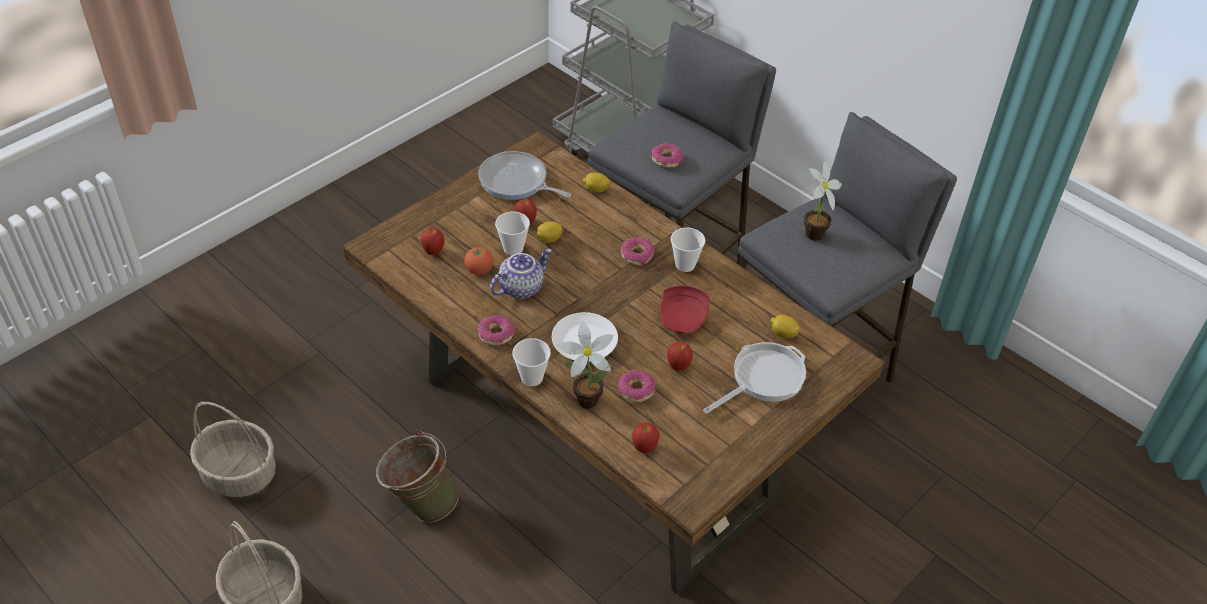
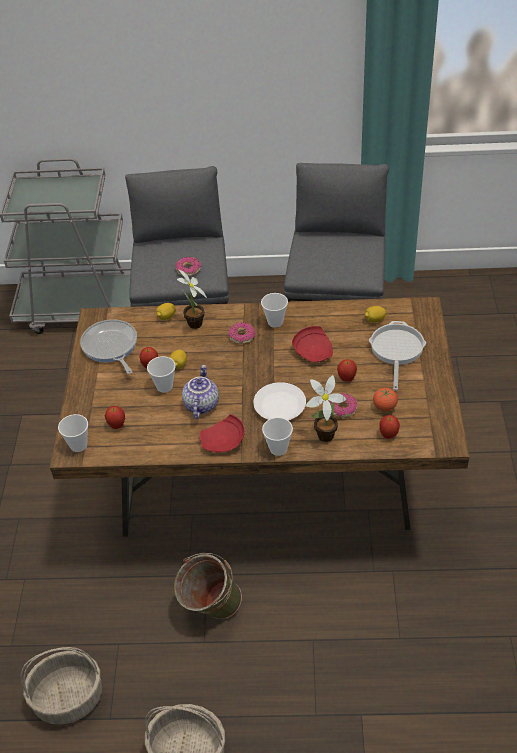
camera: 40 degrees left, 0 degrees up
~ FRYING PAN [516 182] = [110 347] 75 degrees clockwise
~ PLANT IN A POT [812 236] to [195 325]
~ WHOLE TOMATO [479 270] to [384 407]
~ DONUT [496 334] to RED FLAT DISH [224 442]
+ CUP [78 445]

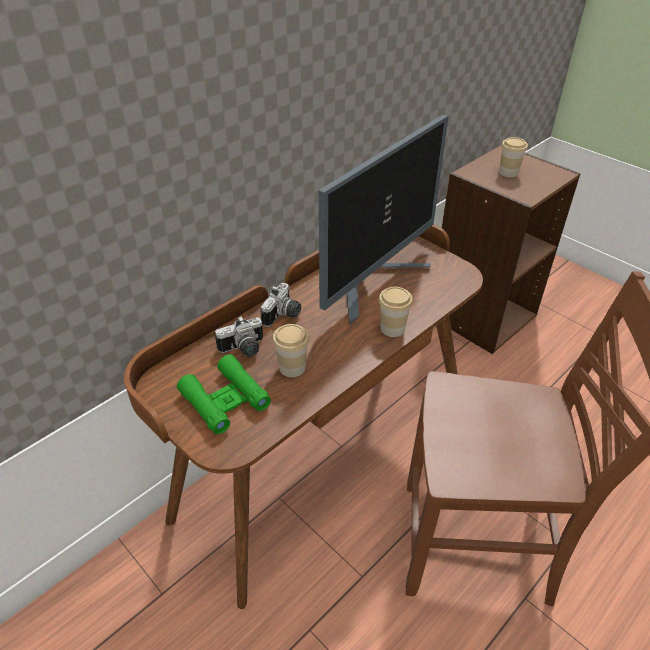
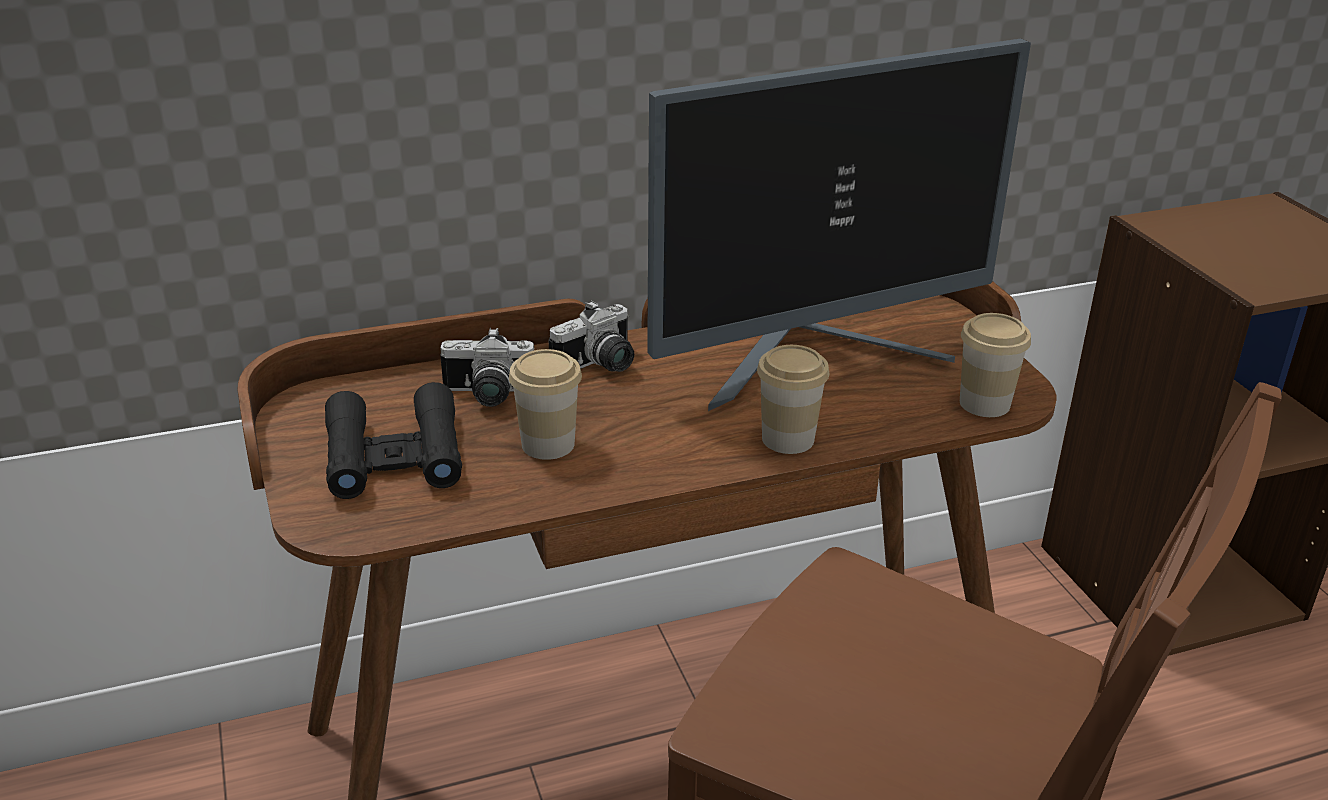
camera: 25 degrees right, 10 degrees down
~ CUP [508 172] to [984 403]
~ GREENISH BINOCULARS [225 400] to BLACK BINOCULARS [394 456]

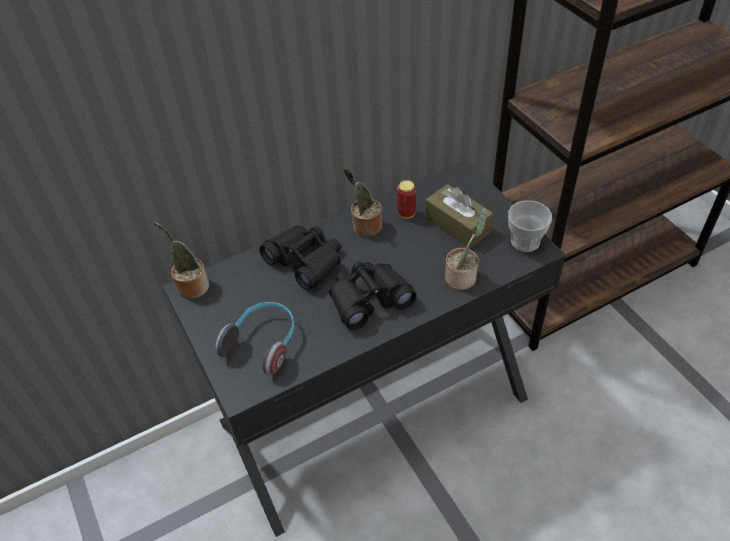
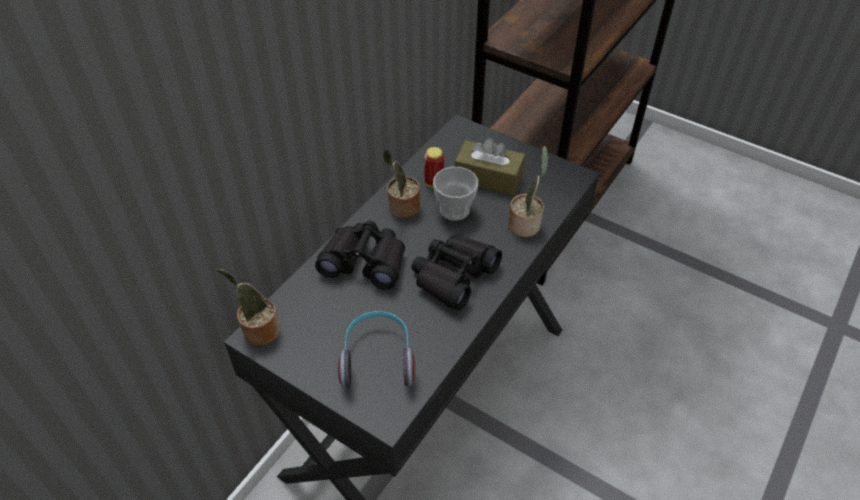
camera: 30 degrees left, 0 degrees up
~ CUP [525 241] to [454 210]

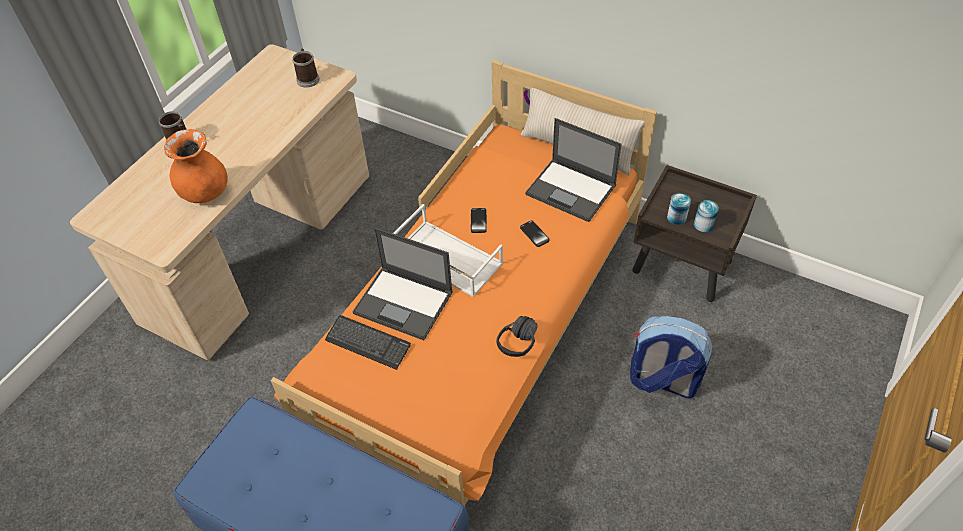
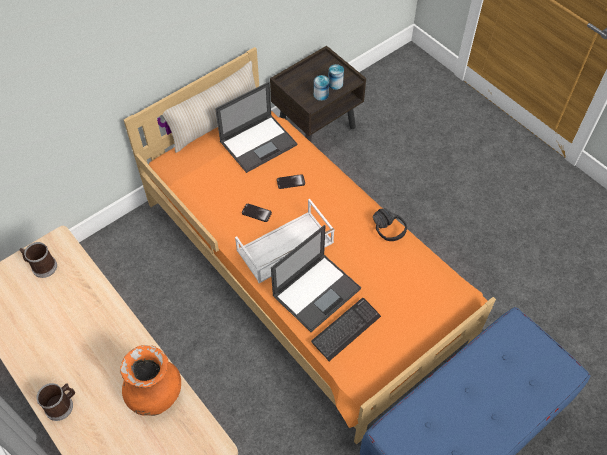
camera: 70 degrees left, 5 degrees up
- RUCKSACK [662 380]

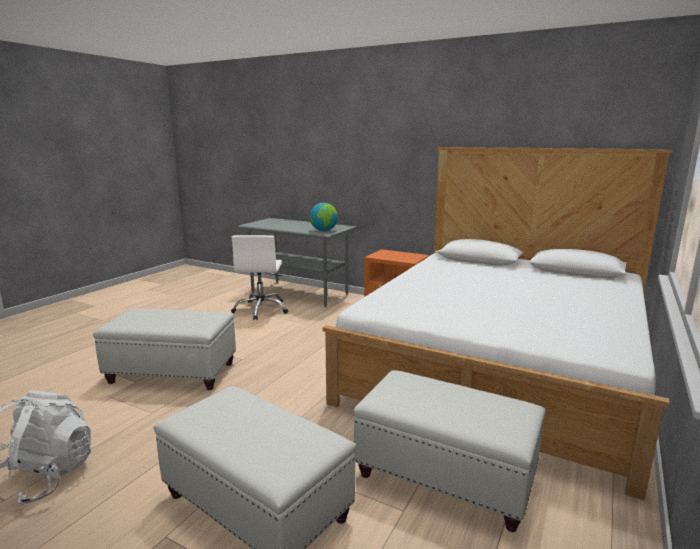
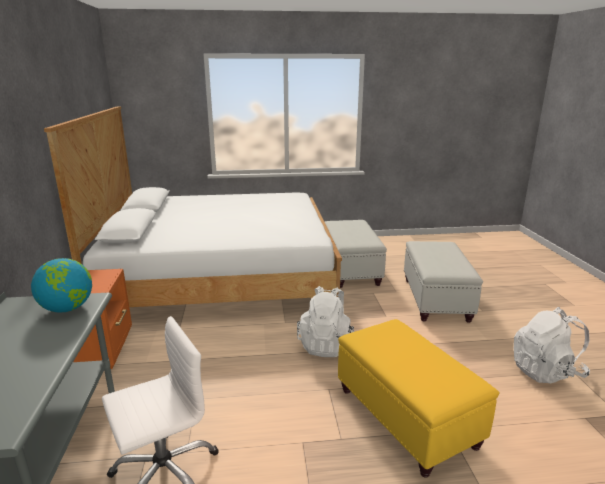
camera: 125 degrees left, 5 degrees up
~ WHITISH OTTOMAN [173 373] to YELLOW OTTOMAN [405 416]
+ WHITISH RUCKSACK [326 345]

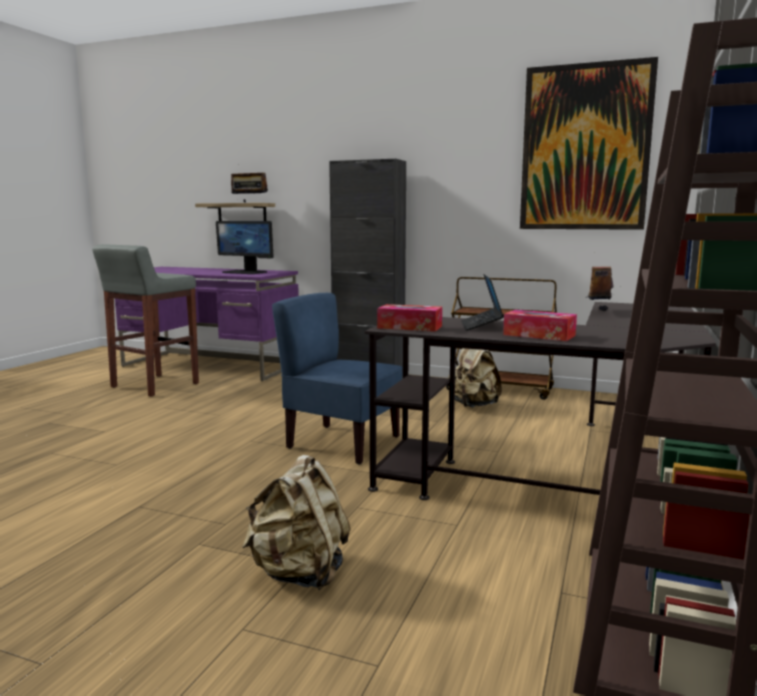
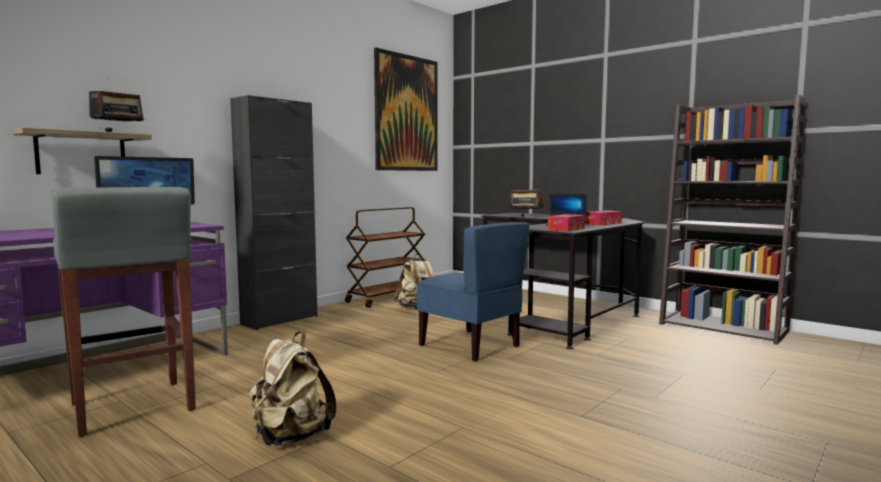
camera: 70 degrees left, 5 degrees down
~ BLUISH CHAIR [342 443] = [470 346] 90 degrees counterclockwise
~ SAND-COLOURED RUCKSACK [300 573] to [290 437]

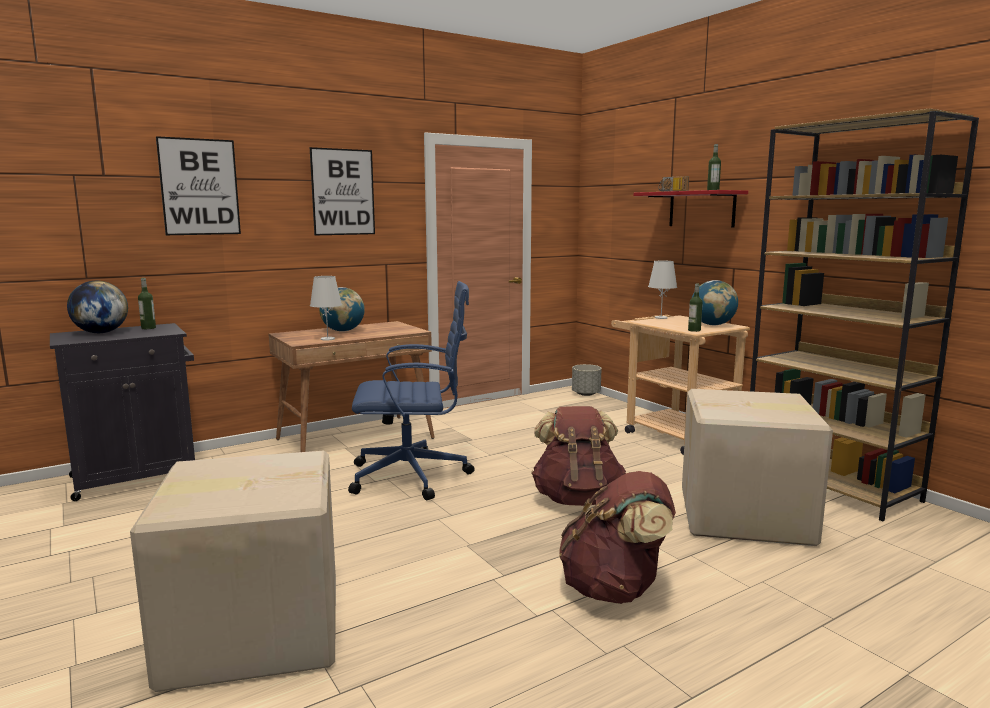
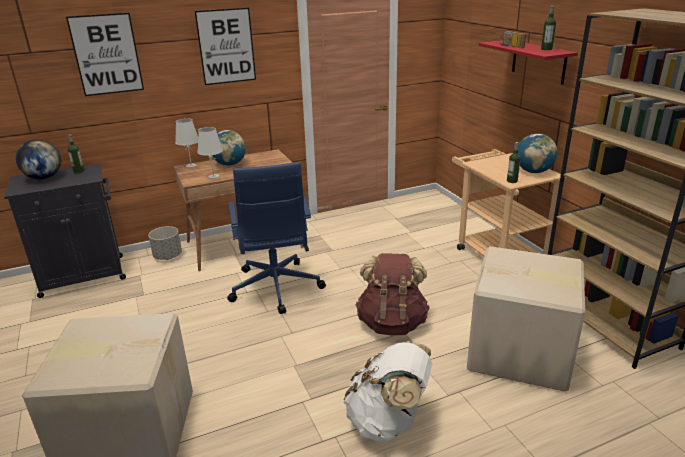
camera: 10 degrees right, 15 degrees up
~ WHITISH TABLE LAMP [661 317] to [191 166]
~ BLUISH OFFICE CHAIR [413 476] = [276 288] 75 degrees clockwise
~ GREY FLOWER POT [585 394] to [168 256]
~ BROWN RUCKSACK [615 589] to WHITISH RUCKSACK [388 421]

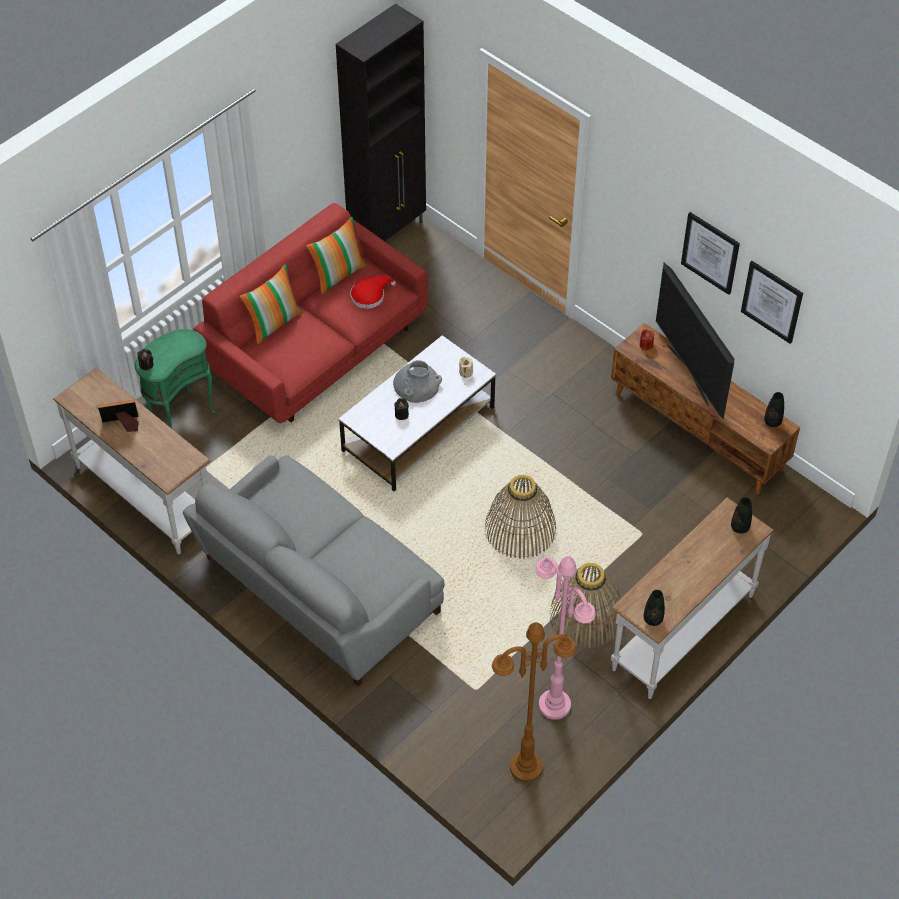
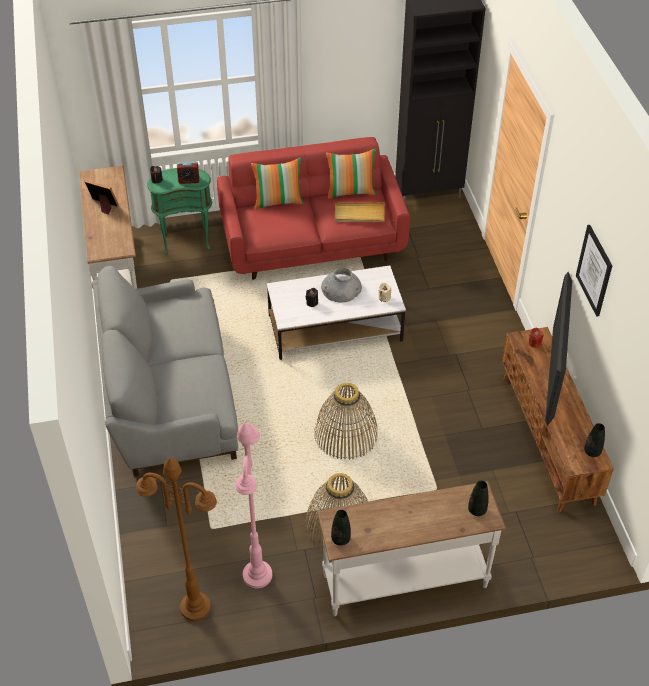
camera: 35 degrees right, 5 degrees down
- PICTURE [772 301]
~ RED HAT [370 295] to SAND-COLOURED CARRYING TRAY [359 214]
+ ALARM CLOCK [189 180]

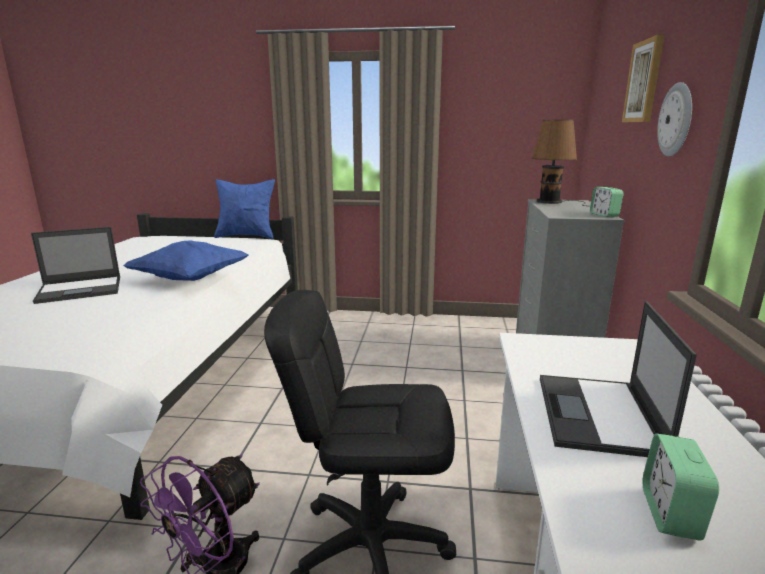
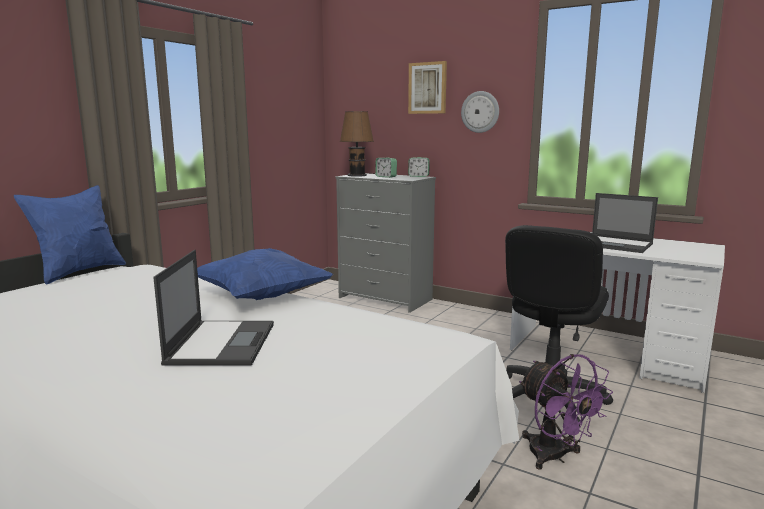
camera: 65 degrees left, 5 degrees down
~ ALARM CLOCK [670 513] to [386 177]

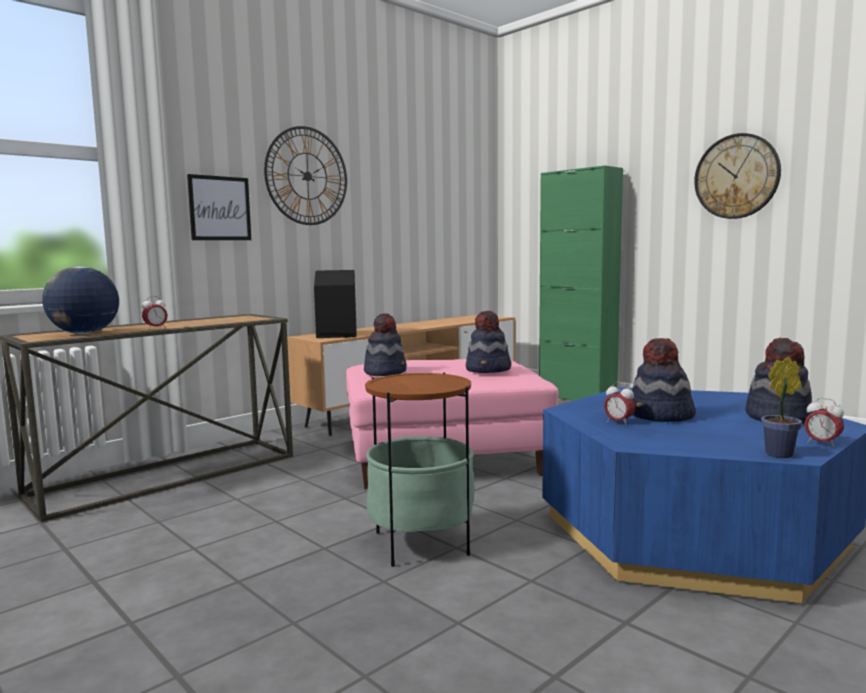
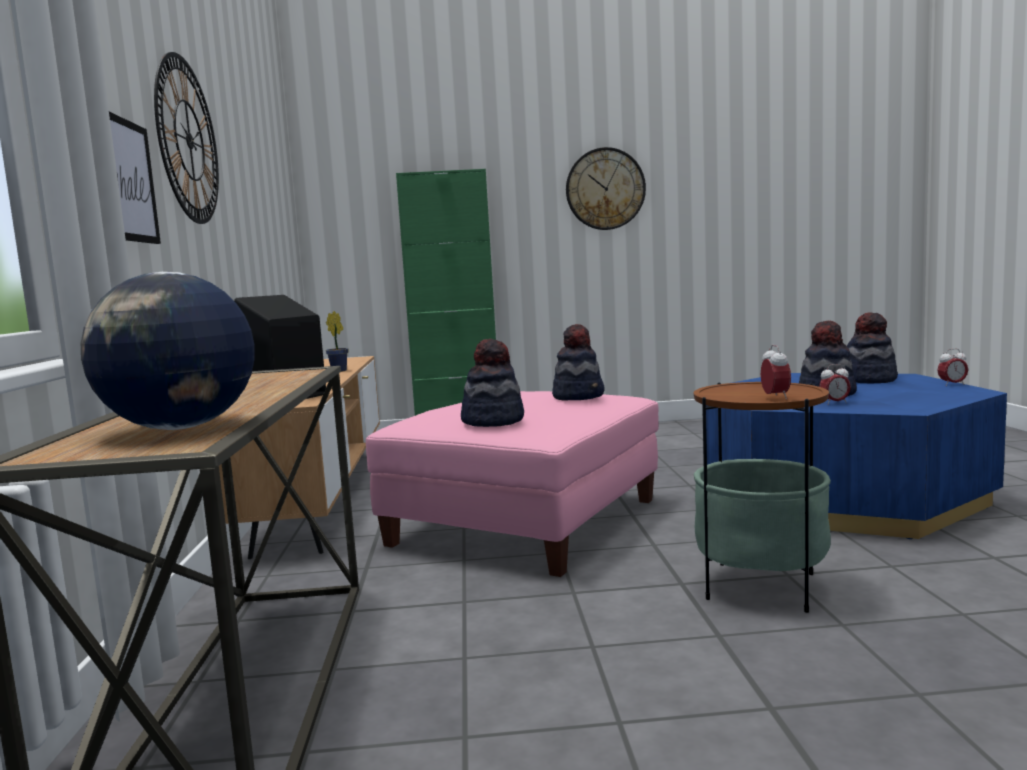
camera: 50 degrees left, 0 degrees up
~ ALARM CLOCK [155 328] to [775 397]
~ PLANT IN A POT [782 454] to [340 370]

